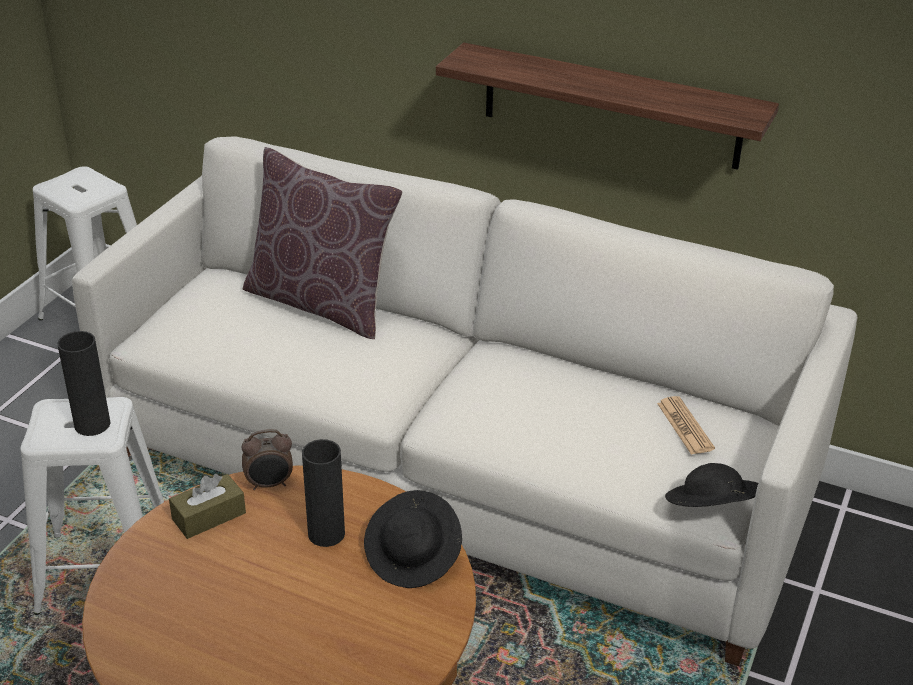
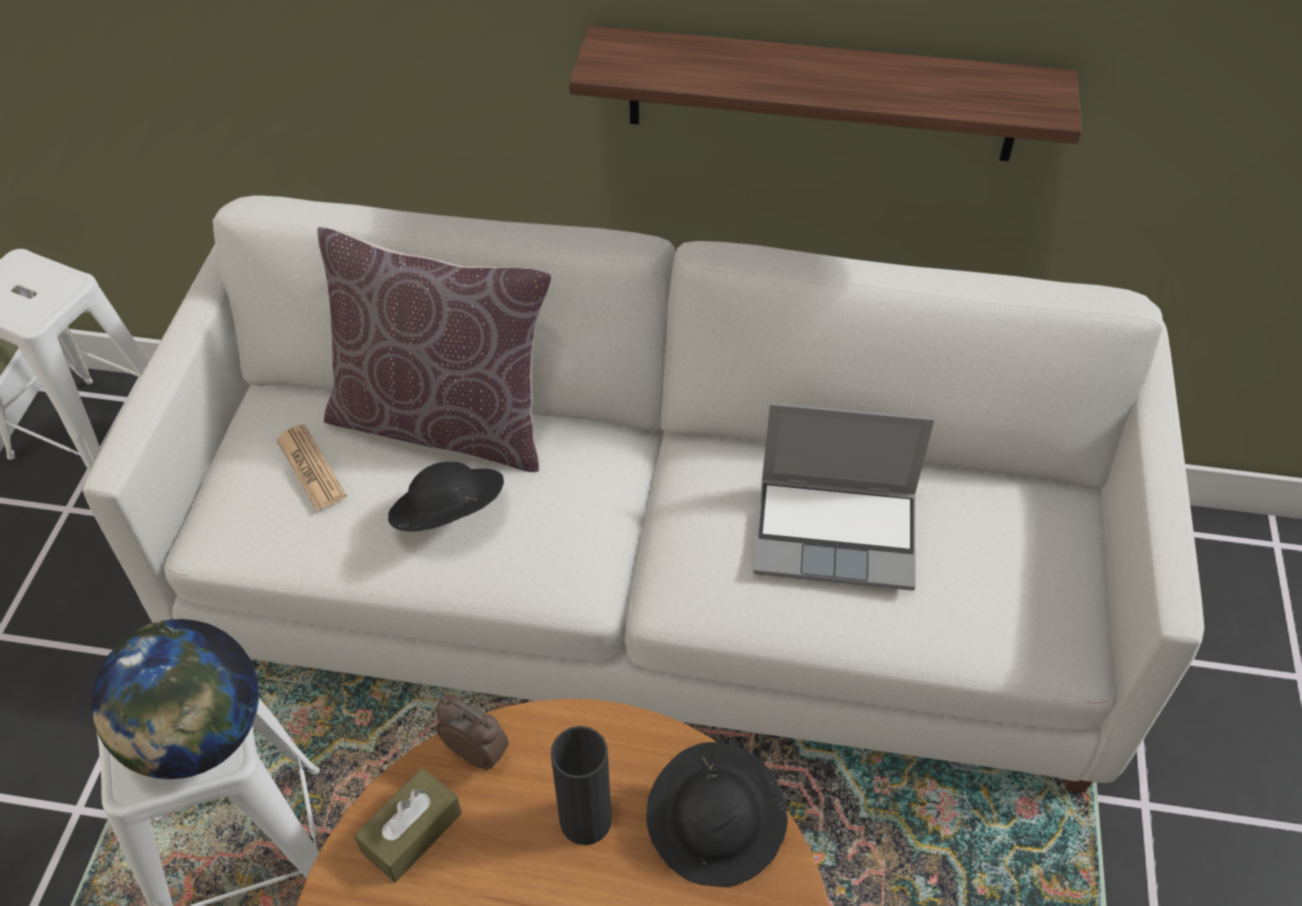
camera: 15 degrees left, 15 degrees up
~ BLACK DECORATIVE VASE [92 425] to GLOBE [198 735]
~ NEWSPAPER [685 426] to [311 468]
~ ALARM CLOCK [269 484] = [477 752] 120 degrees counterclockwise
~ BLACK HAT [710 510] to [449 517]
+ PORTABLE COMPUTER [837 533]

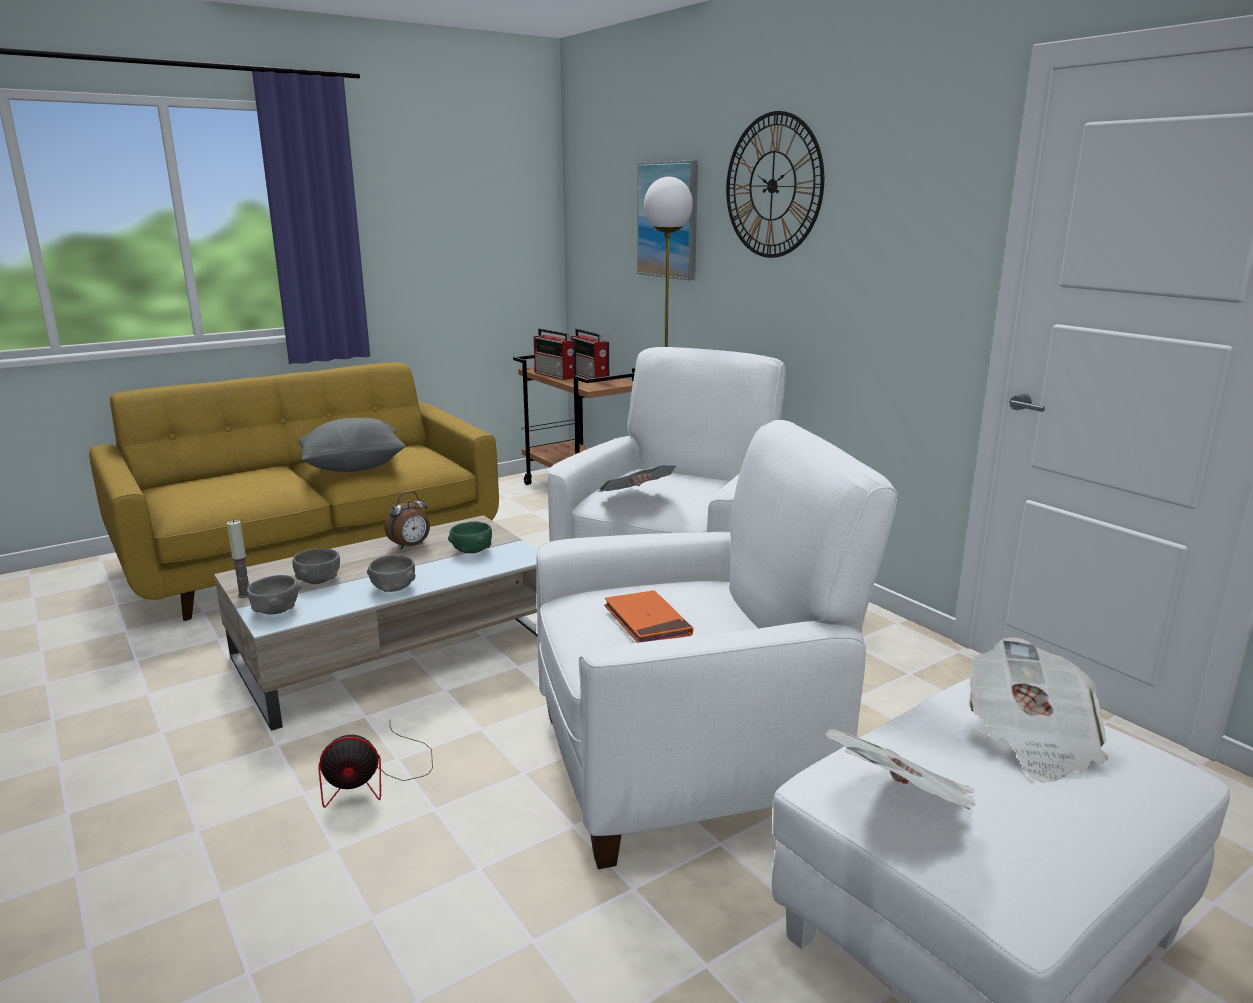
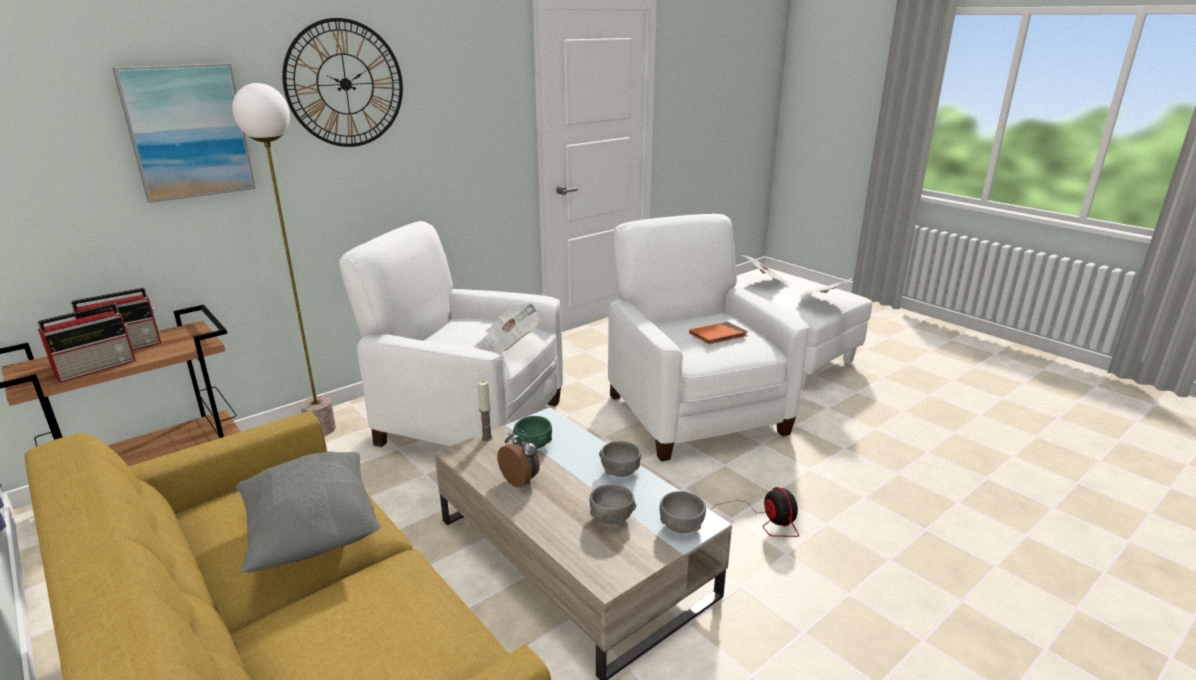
camera: 95 degrees left, 5 degrees up
~ CANDLE [245 595] to [487 438]

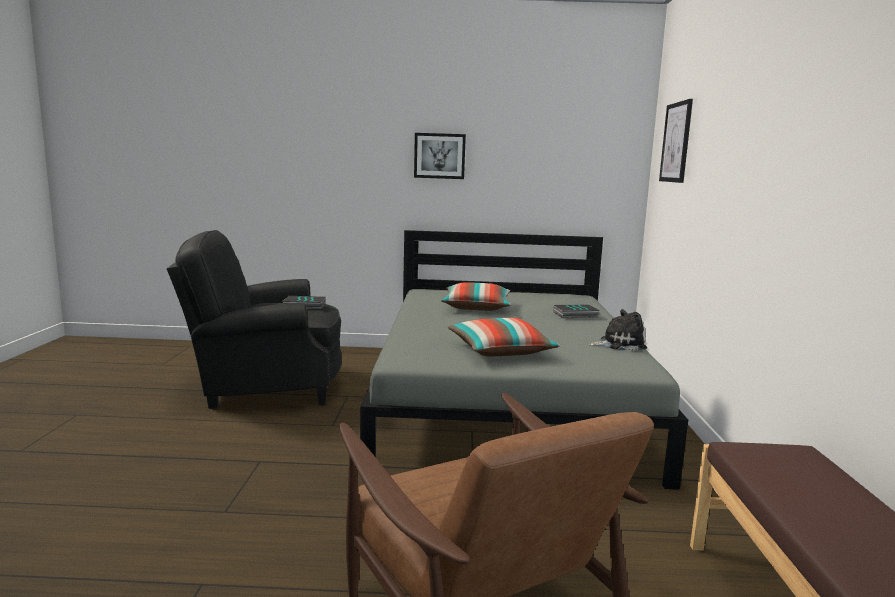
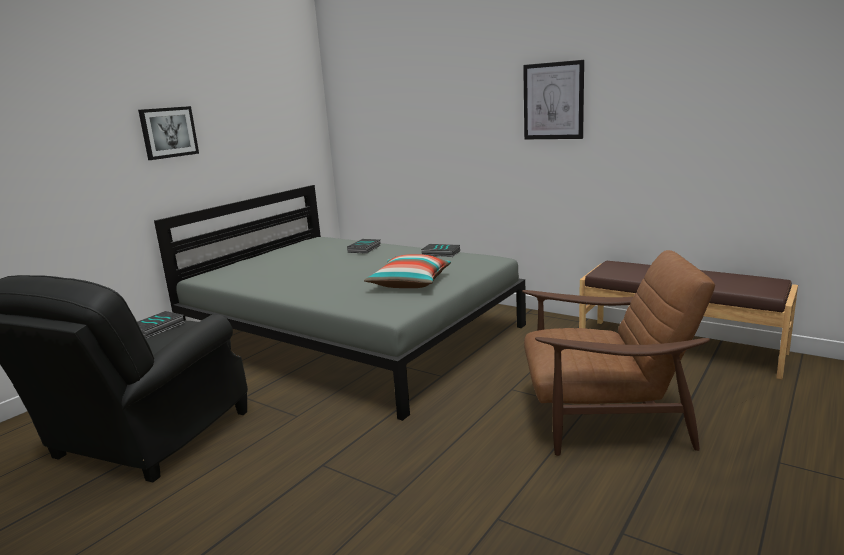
camera: 55 degrees left, 5 degrees up
~ PICTURE [676 142] to [553 101]
- PILLOW [476 308]
~ CUDDLY TOY [619 344] to BOUND BOOK [440 253]

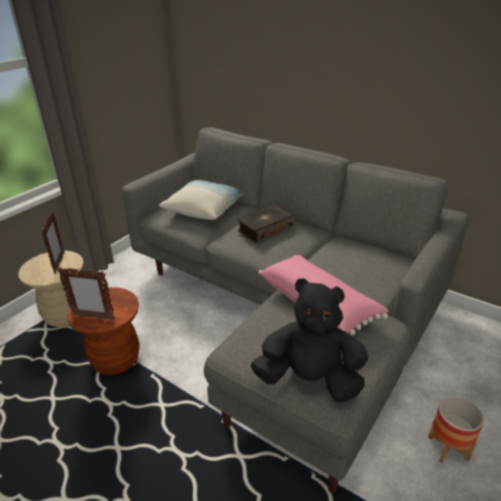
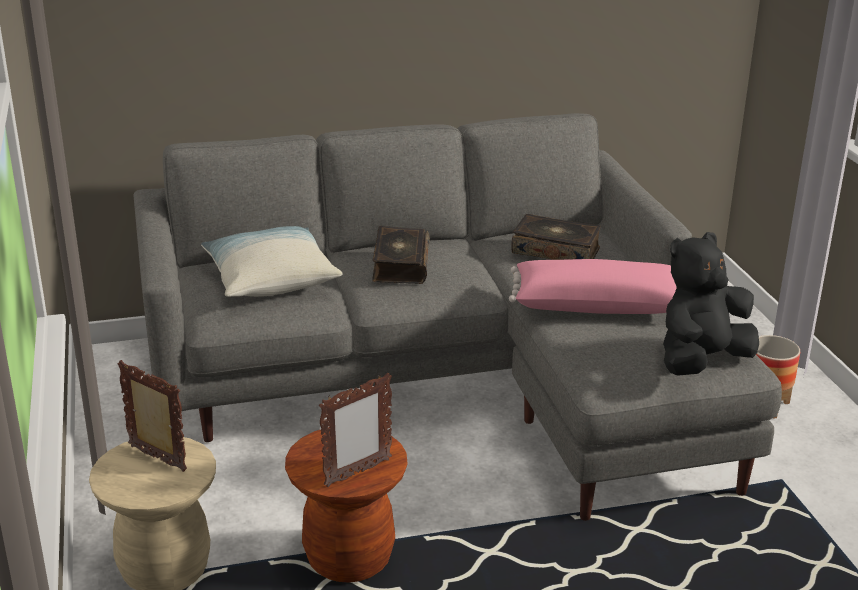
camera: 50 degrees left, 5 degrees down
+ BOUND BOOK [556 250]

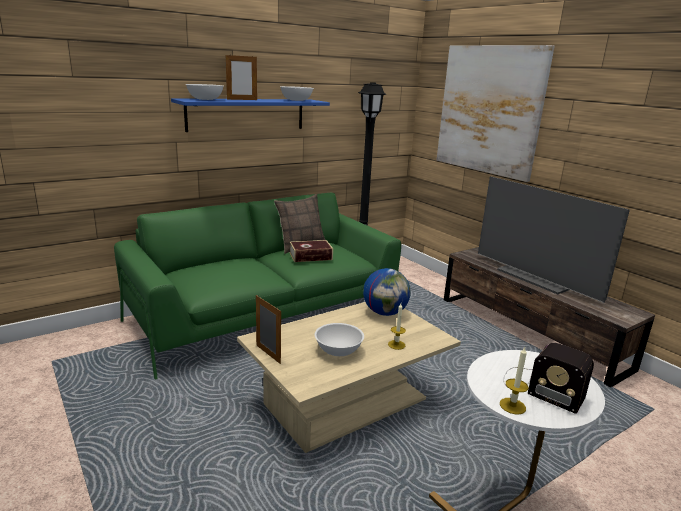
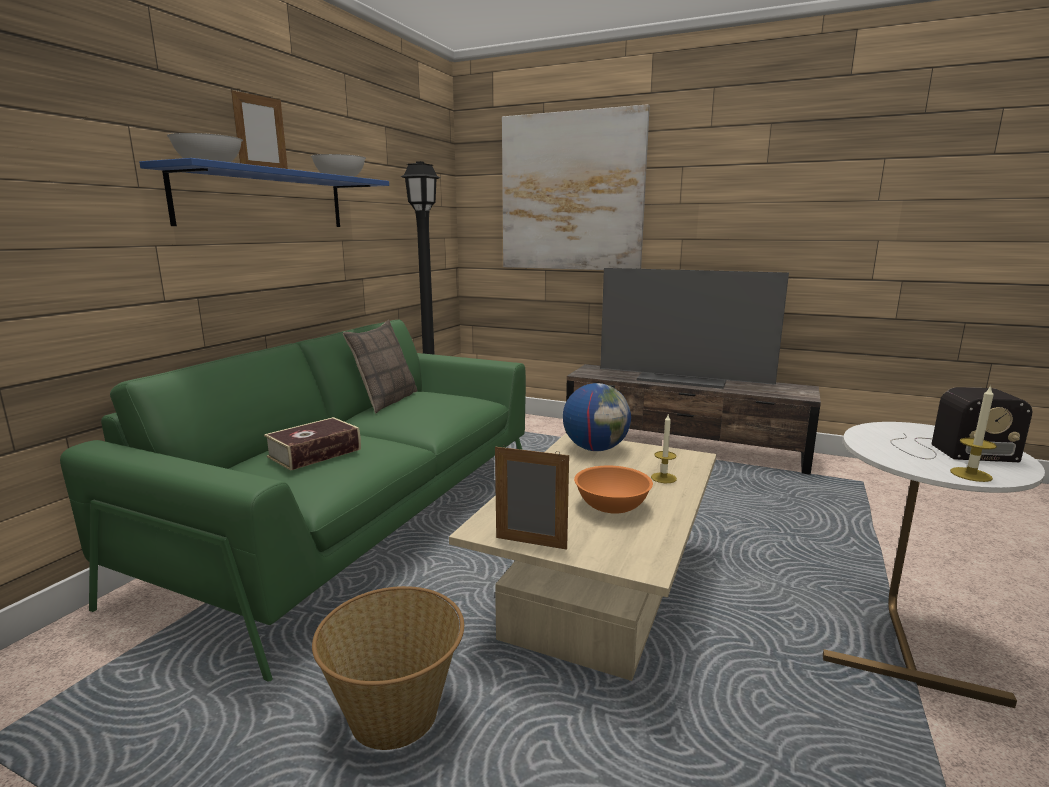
camera: 30 degrees left, 5 degrees down
~ BOUND BOOK [310 256] to [314 453]
~ WHITISH SERVING BOWL [338 350] to ORANGE-COLOURED SERVING BOWL [611 506]
+ HOUSEHOLD BASKET [396 715]

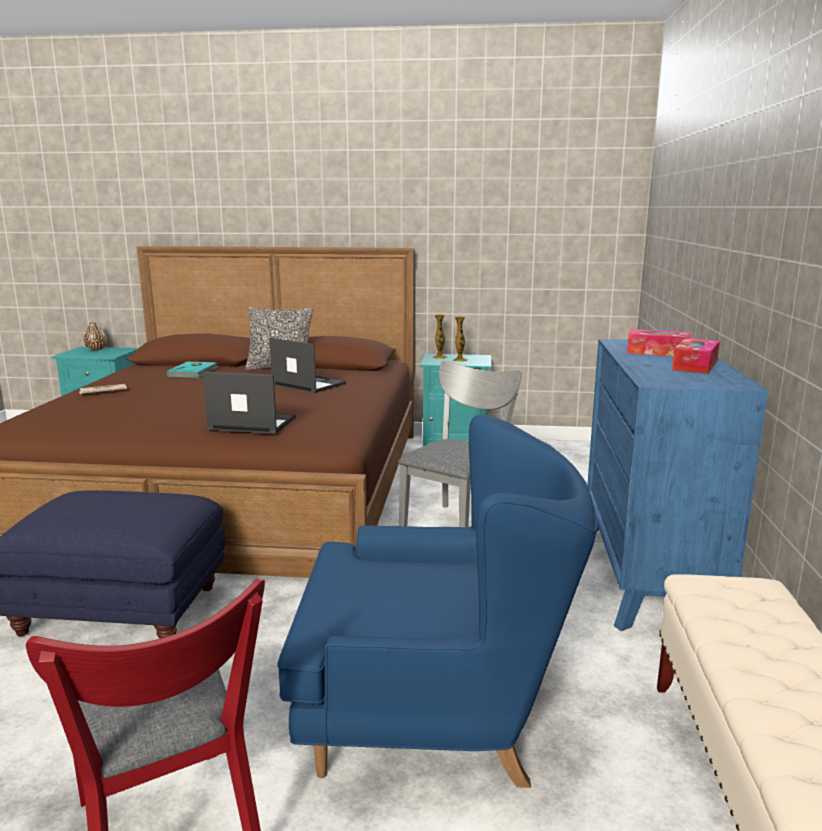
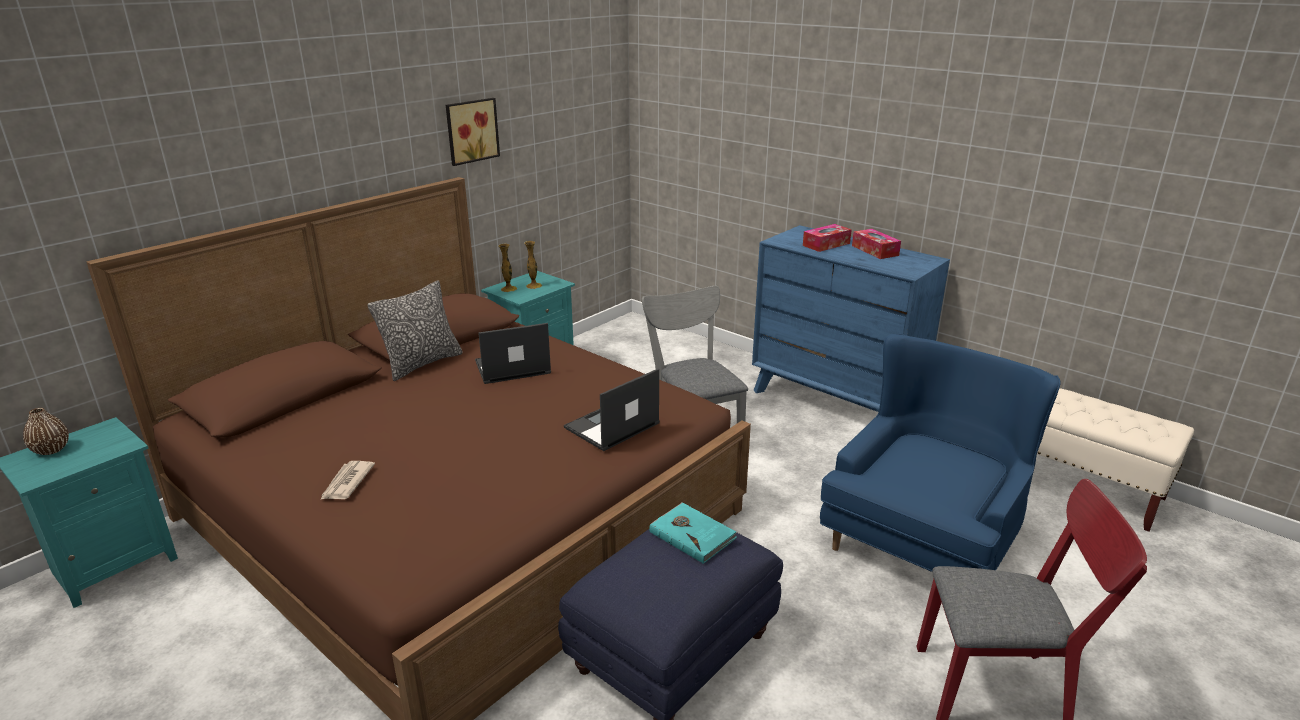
camera: 55 degrees left, 10 degrees up
~ BLUE-GREEN BOUND BOOK [194 372] to [692 534]
+ PICTURE [471 130]

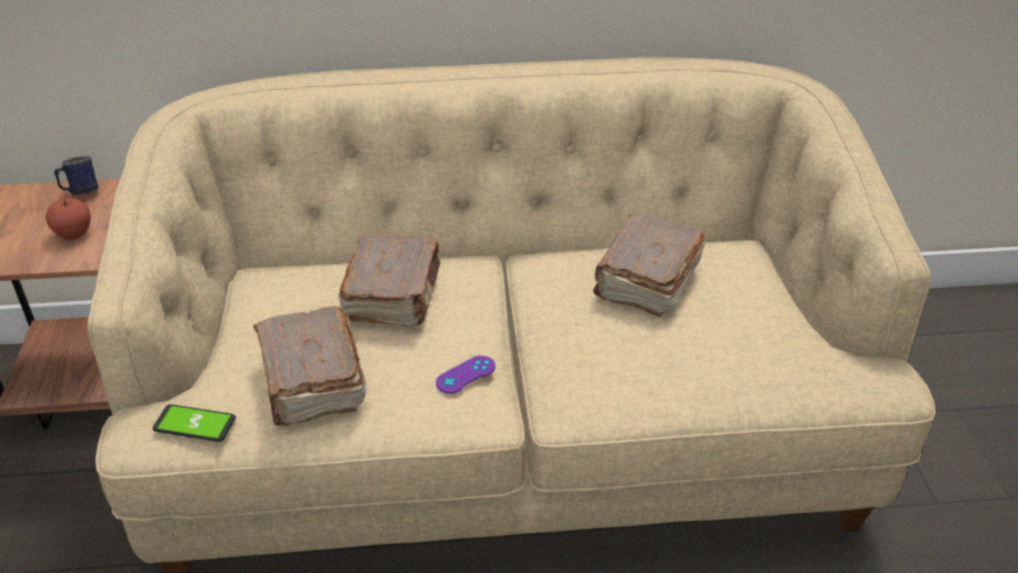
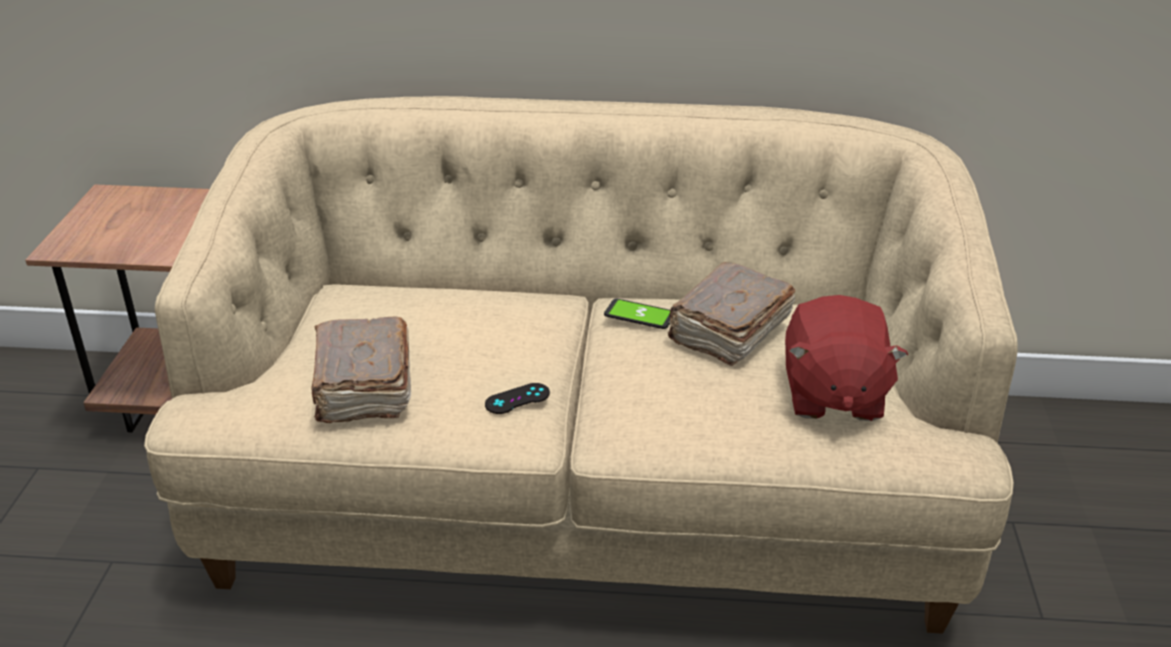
camera: 10 degrees right, 5 degrees down
- BLUISH MUG [80 192]
- APPLE [74 234]
- BROWN BOUND BOOK [394 294]
~ PURPLISH JOYPAD [465 375] to BLACK JOYPAD [517 399]
~ PHONE [194 424] to [639 315]
+ RED CUDDLY TOY [832 395]

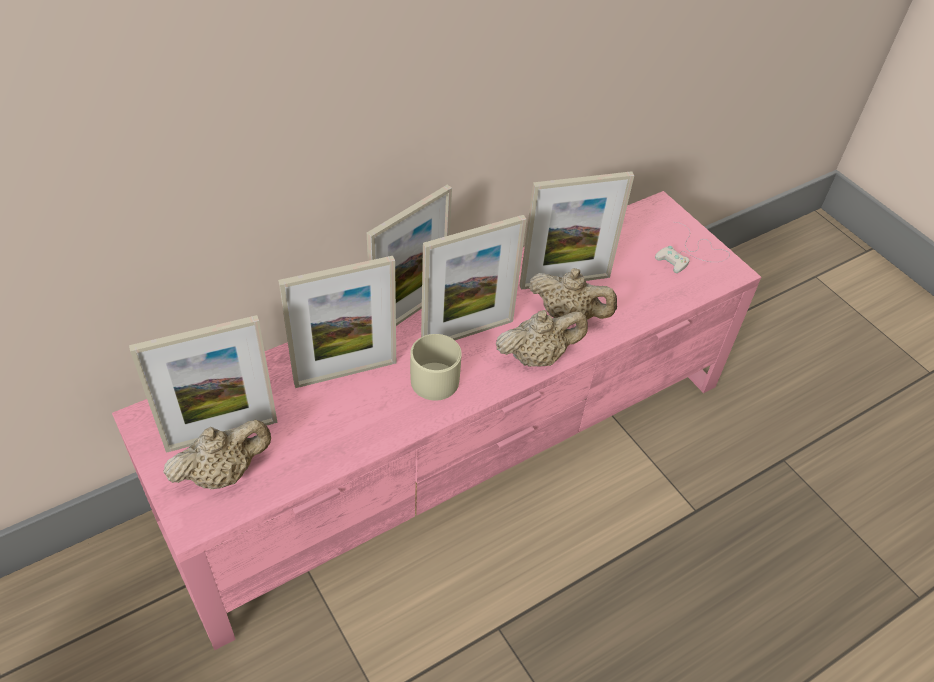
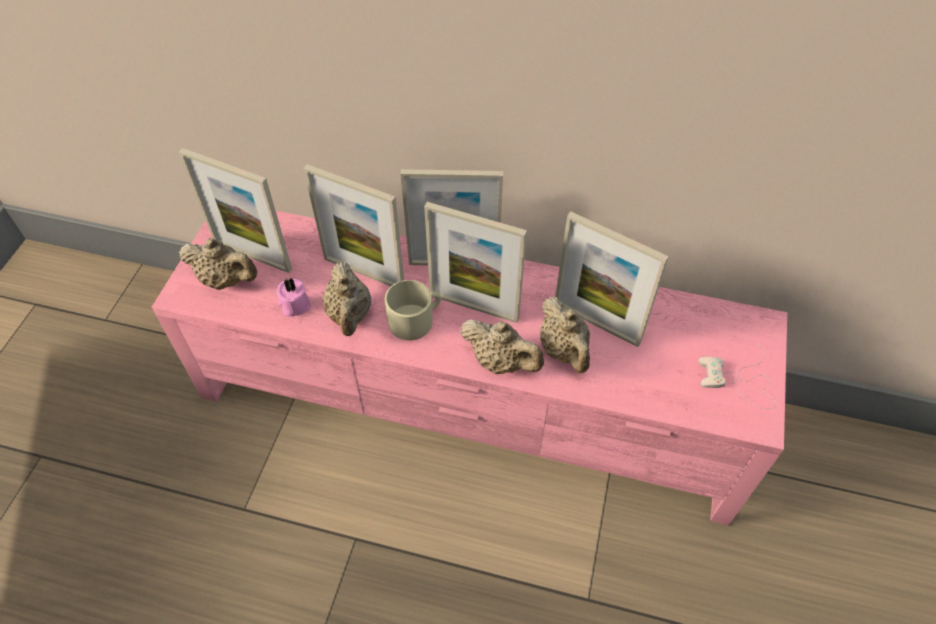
camera: 50 degrees right, 5 degrees up
+ SAND-COLOURED TEA POT [350 315]
+ PINK CANDLE [294 304]

